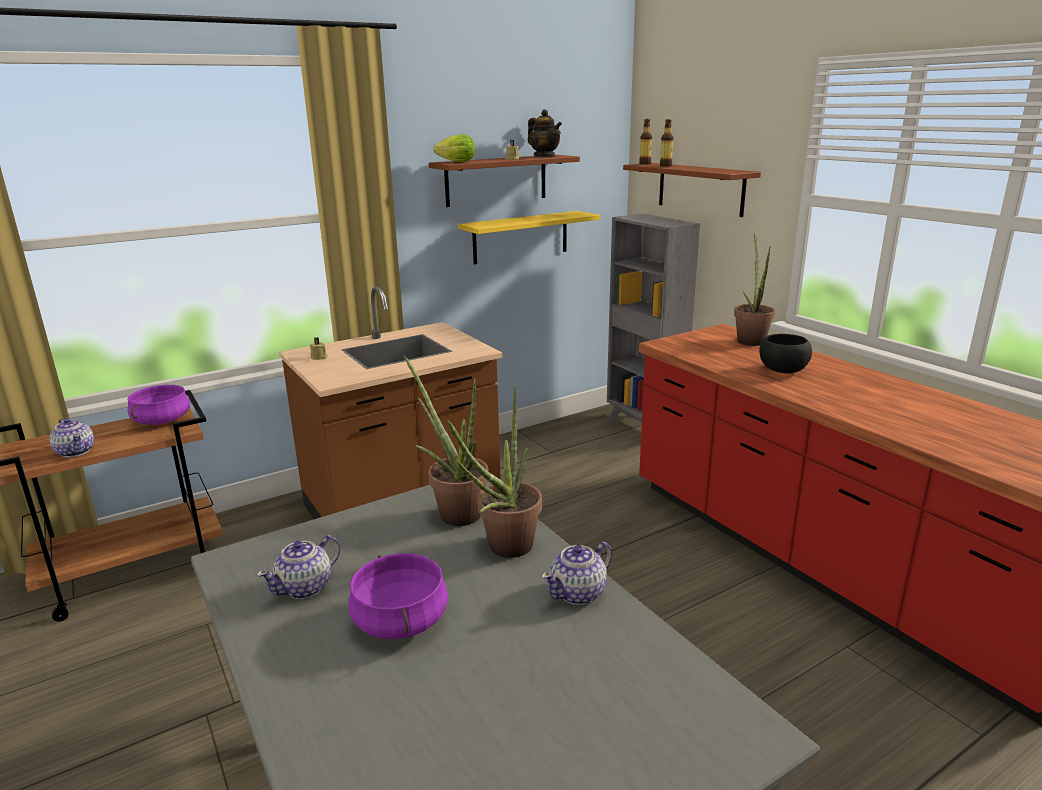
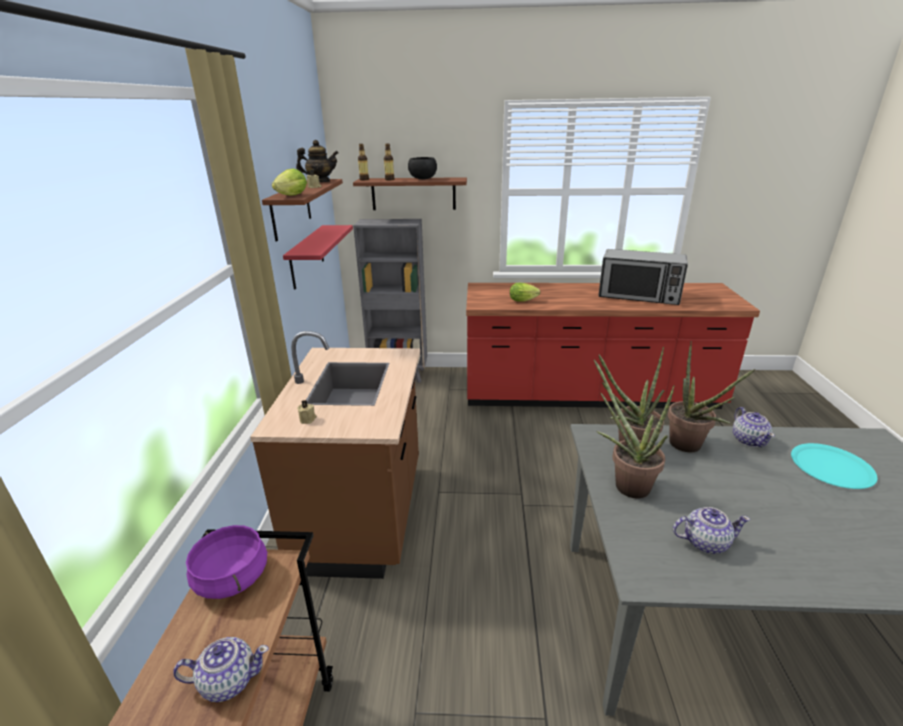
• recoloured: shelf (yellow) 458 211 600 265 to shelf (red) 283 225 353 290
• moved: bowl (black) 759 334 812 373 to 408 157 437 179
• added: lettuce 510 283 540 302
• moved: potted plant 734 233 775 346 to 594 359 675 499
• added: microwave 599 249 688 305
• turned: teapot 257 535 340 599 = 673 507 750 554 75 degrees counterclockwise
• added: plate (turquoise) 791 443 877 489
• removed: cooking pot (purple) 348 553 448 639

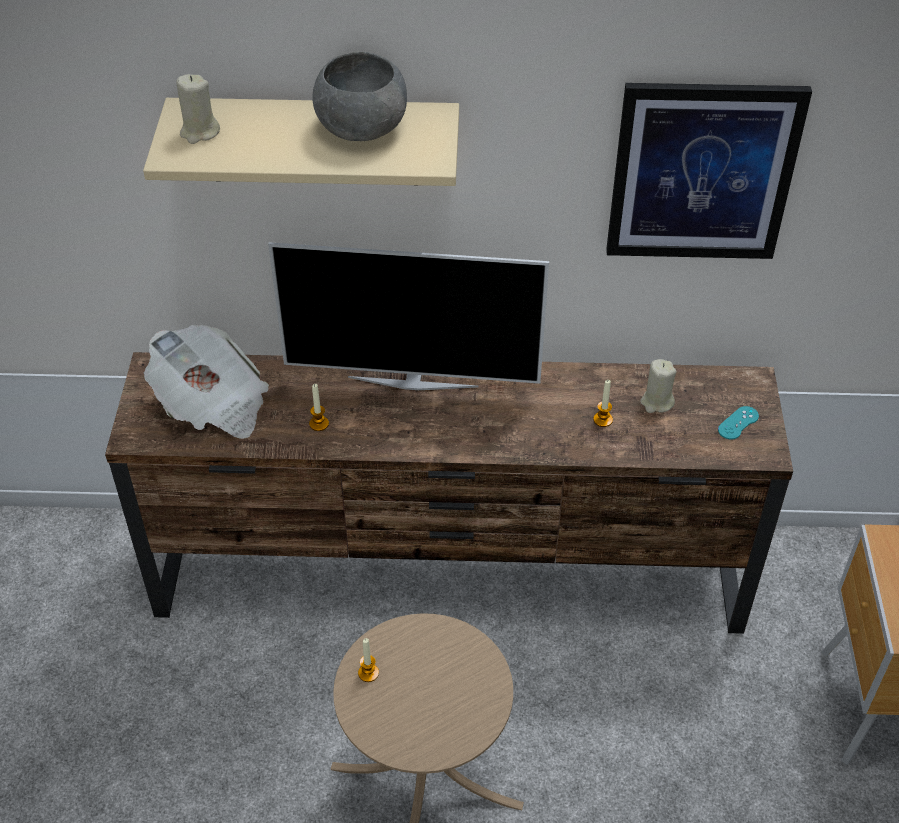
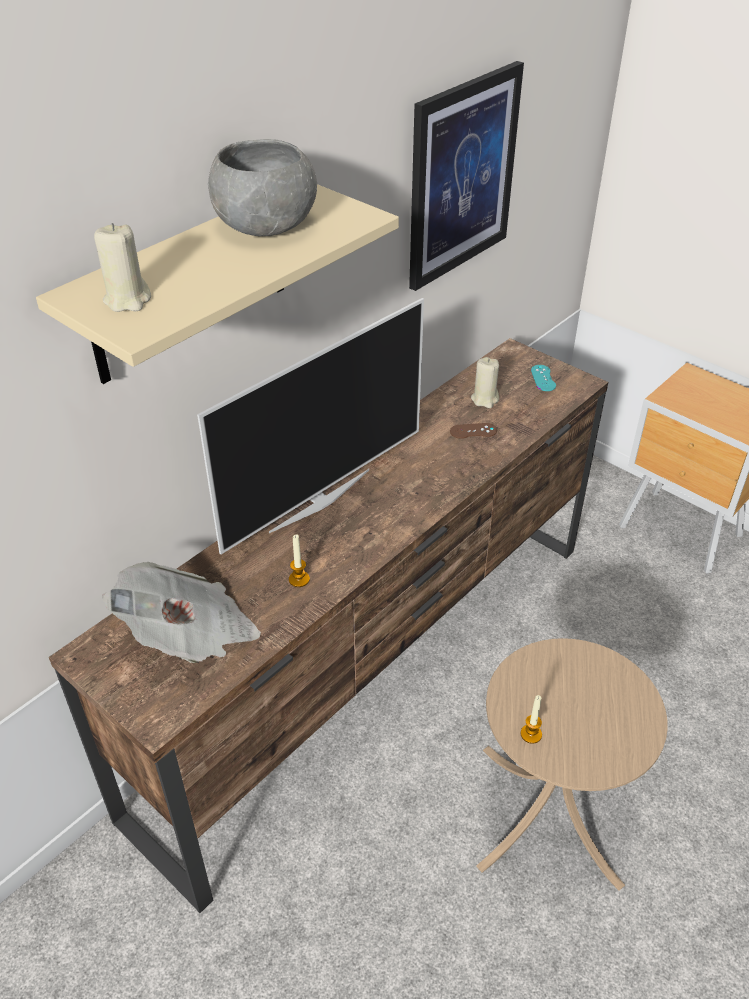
• replaced: candle 593 380 613 427 to game controller (brown) 450 423 497 439

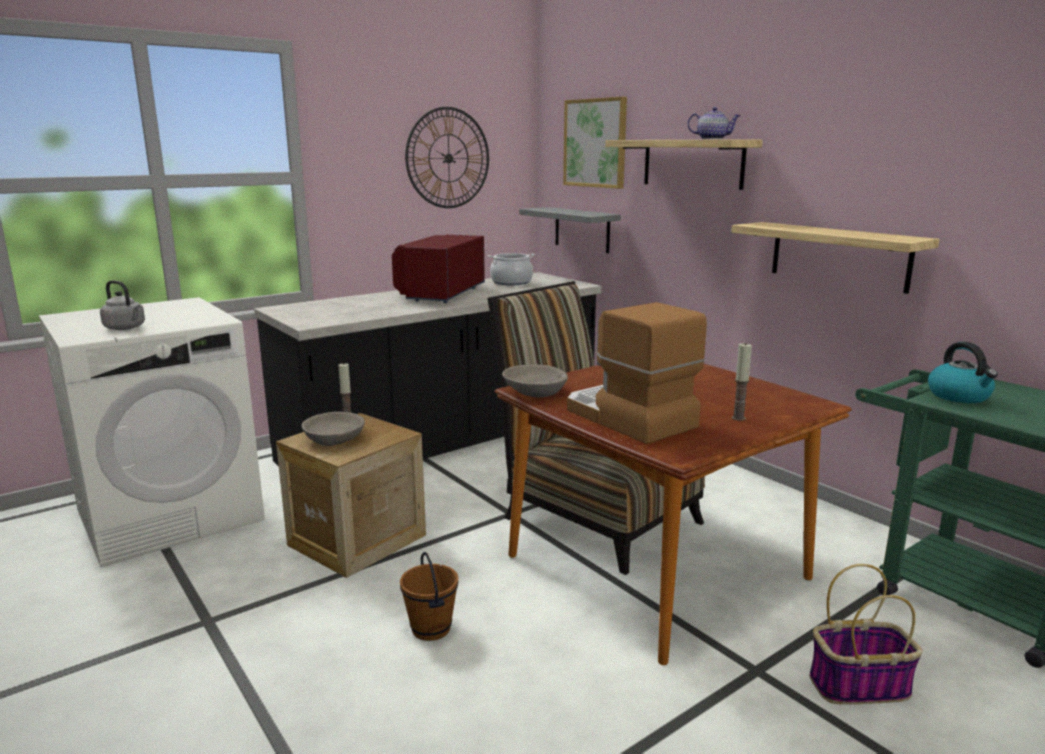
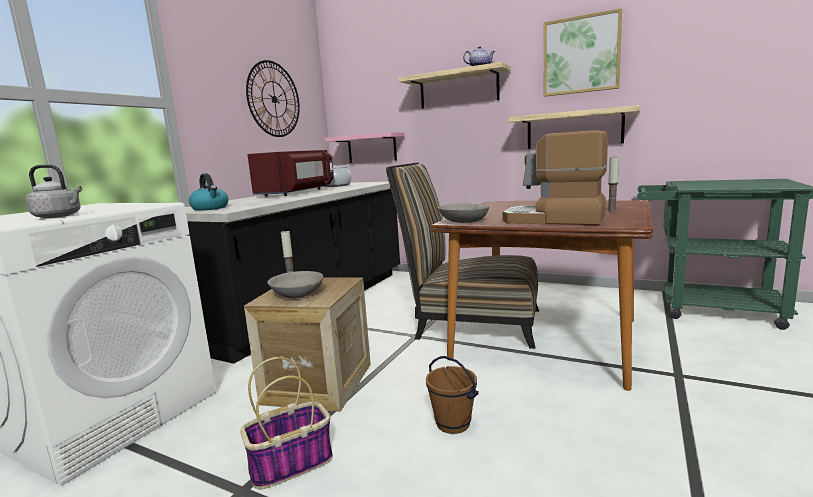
• moved: kettle 928 342 998 403 to 189 173 229 211
• moved: basket 810 564 923 705 to 240 357 333 490
• turned: microwave (red) 392 235 485 303 = 247 150 334 197 150 degrees counterclockwise
• recoloured: shelf (grey) 519 207 621 253 to shelf (pink) 325 132 404 163
• moved: picture 563 96 627 189 to 544 8 622 97

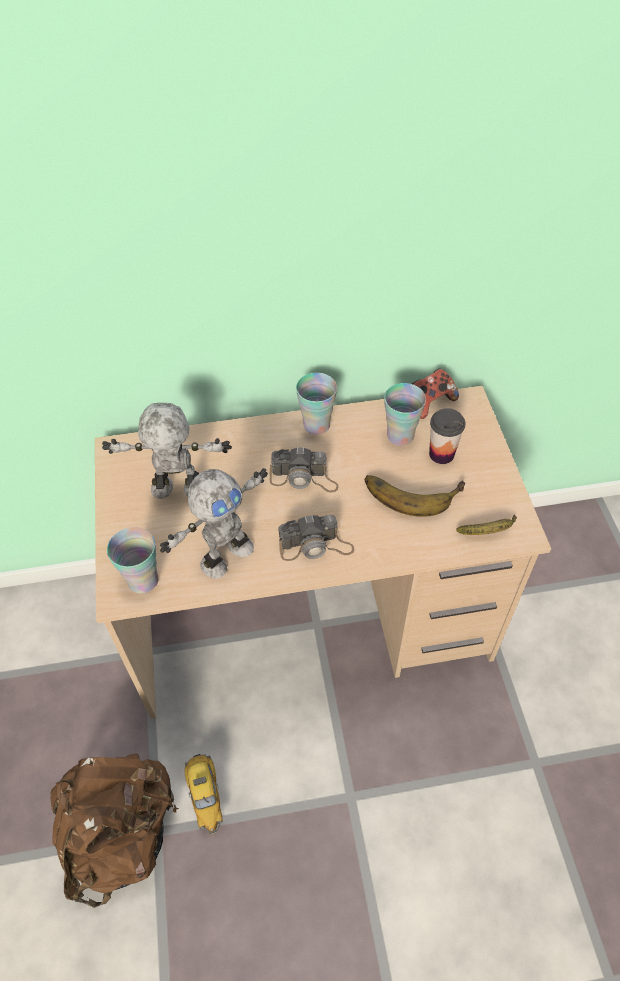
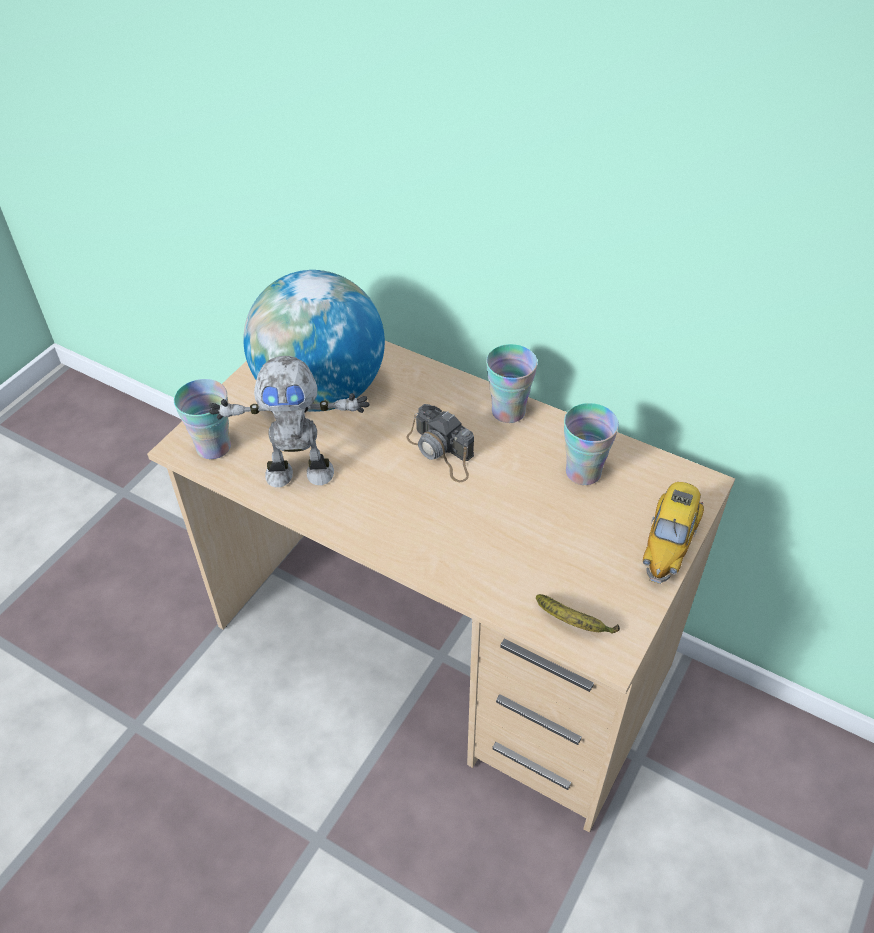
• replaced: toy robot 102 403 232 499 to globe 243 270 385 412
• moved: toy car 185 754 223 835 to 643 482 704 584
• removed: backpack (brown) 50 754 179 908
• removed: photo camera 278 514 354 561
• removed: banana 365 475 465 517
• removed: game controller 412 369 459 419
• removed: cup 429 408 465 464

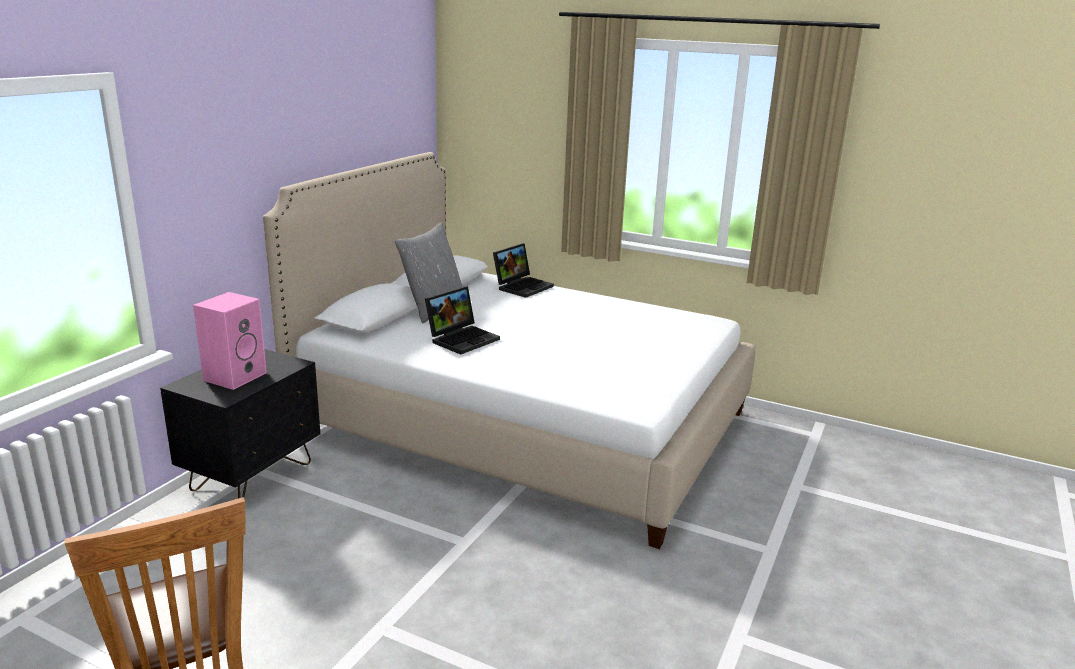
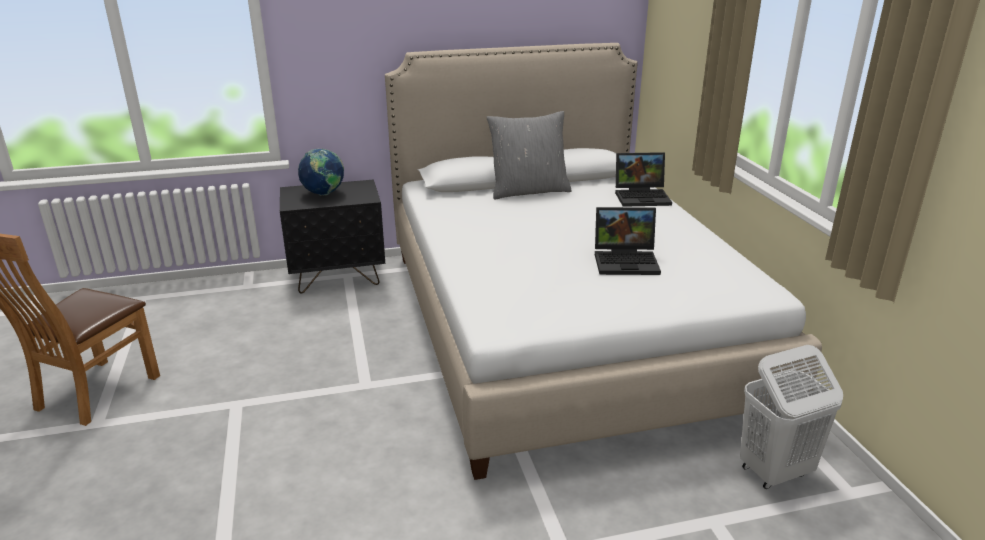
• replaced: speaker (pink) 193 292 267 390 to globe 298 148 344 195
• moved: laptop 425 286 500 355 to 595 207 661 275
• added: laundry basket (white) 740 345 843 489

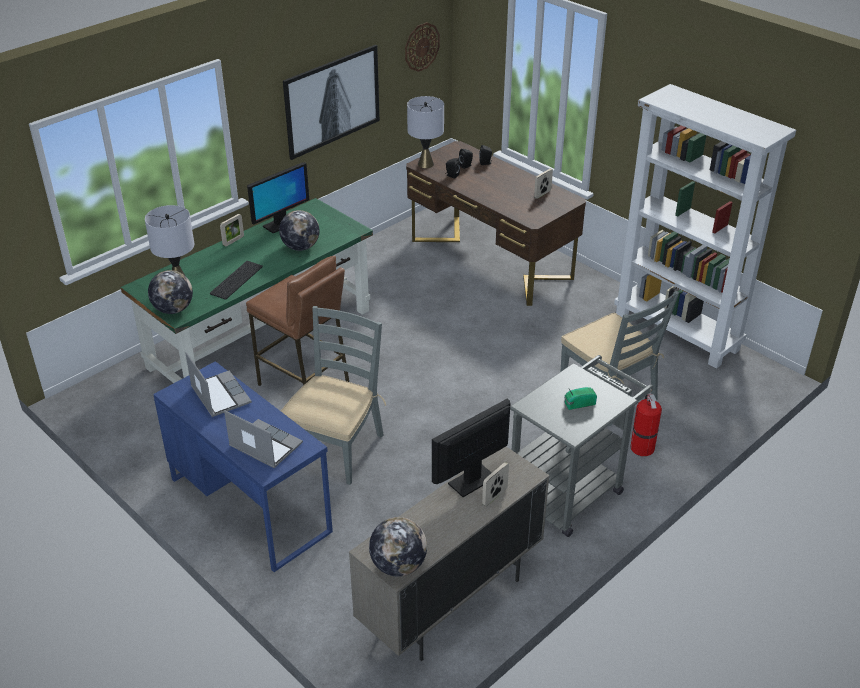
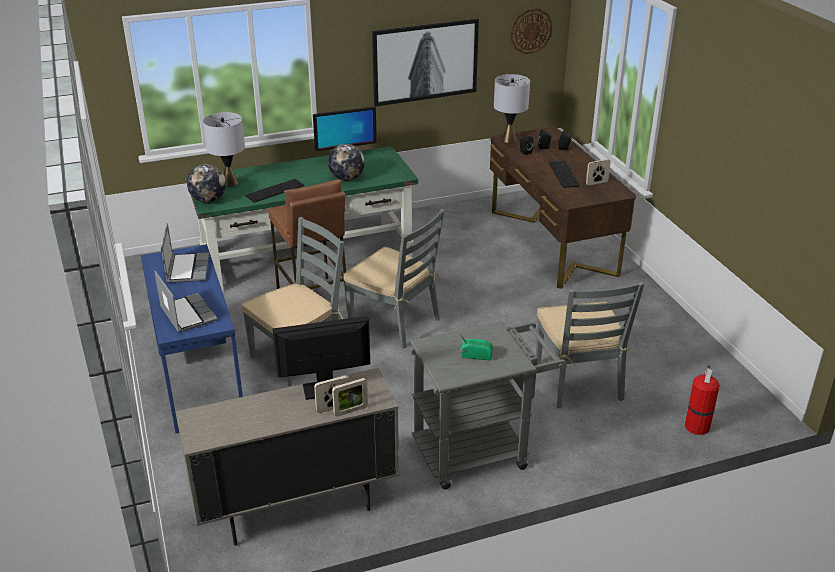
• moved: picture frame 220 214 244 247 to 332 378 368 417
• added: chair (grey) 344 209 445 349
• added: keyboard 549 161 580 188
• moved: fire extinguisher 630 393 662 456 to 685 365 720 435
• removed: globe 369 517 427 577
• removed: bookcase (white) 614 84 796 369

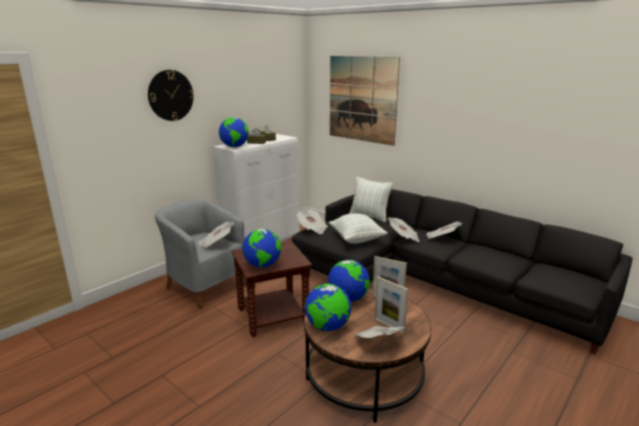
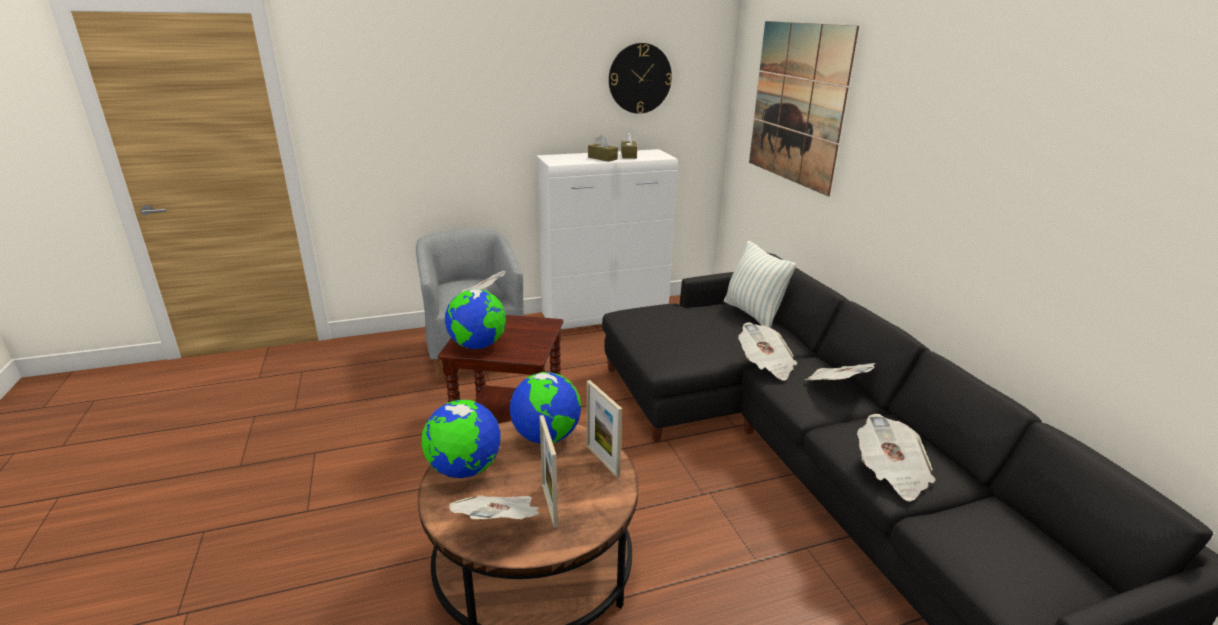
• moved: wall clock 148 70 194 121 to 609 43 672 114
• moved: newspaper 296 208 328 234 to 857 414 935 502
• removed: globe 219 117 249 148
• removed: pillow 329 214 388 244

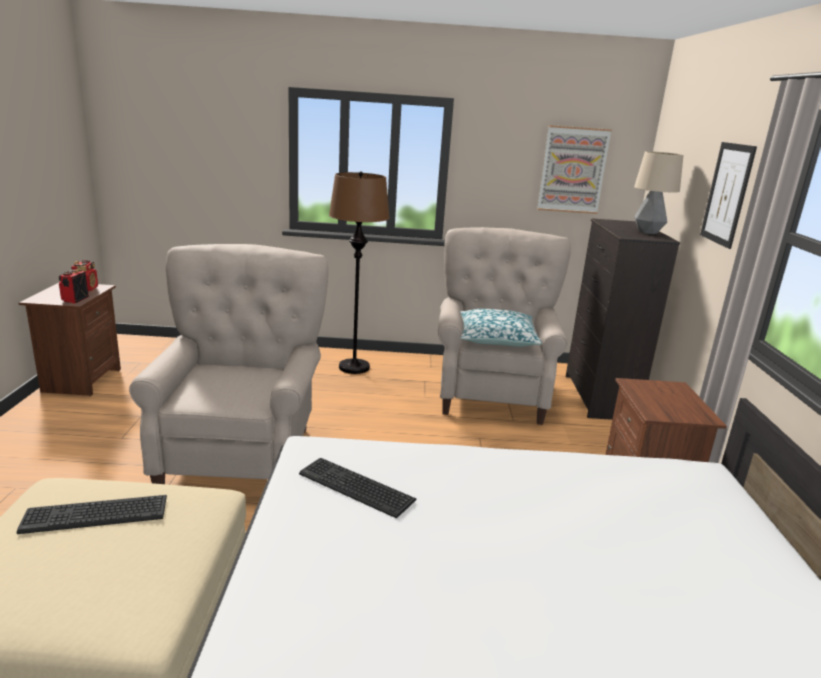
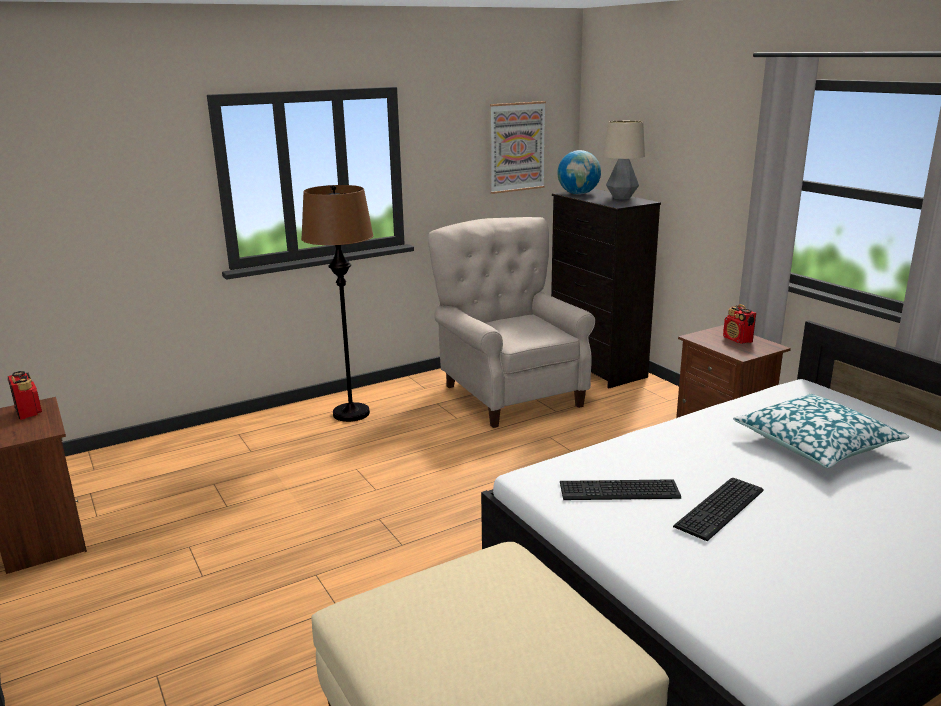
• added: globe 557 150 601 195
• moved: keyboard 17 495 167 534 to 673 478 764 541
• moved: radio 59 268 89 304 to 723 304 756 344
• moved: pillow 460 309 542 347 to 733 394 909 468
• removed: armchair (beige) 129 244 328 484
• removed: picture 700 142 757 249

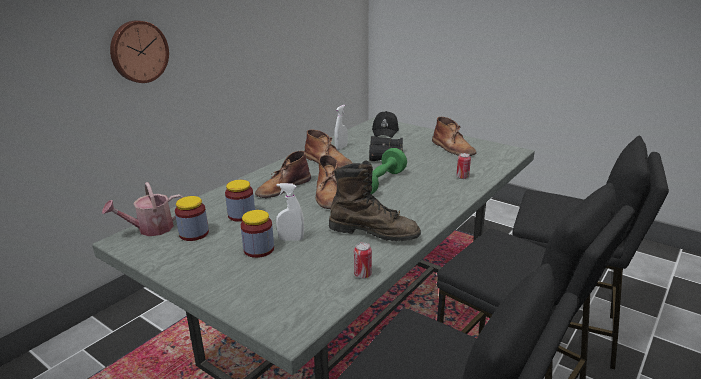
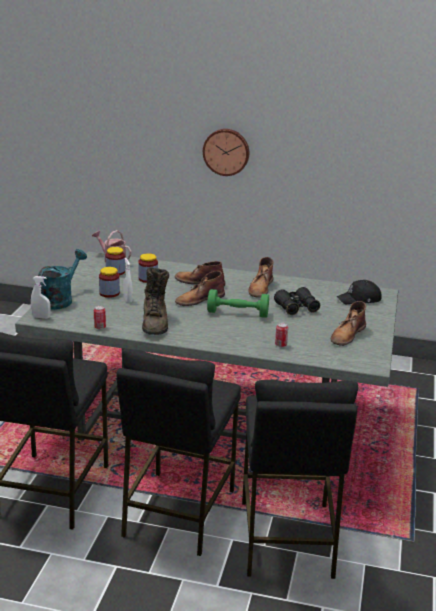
• moved: spray bottle (white) 334 105 348 150 to 31 276 51 319
• added: watering can (turquoise) 38 249 87 310

